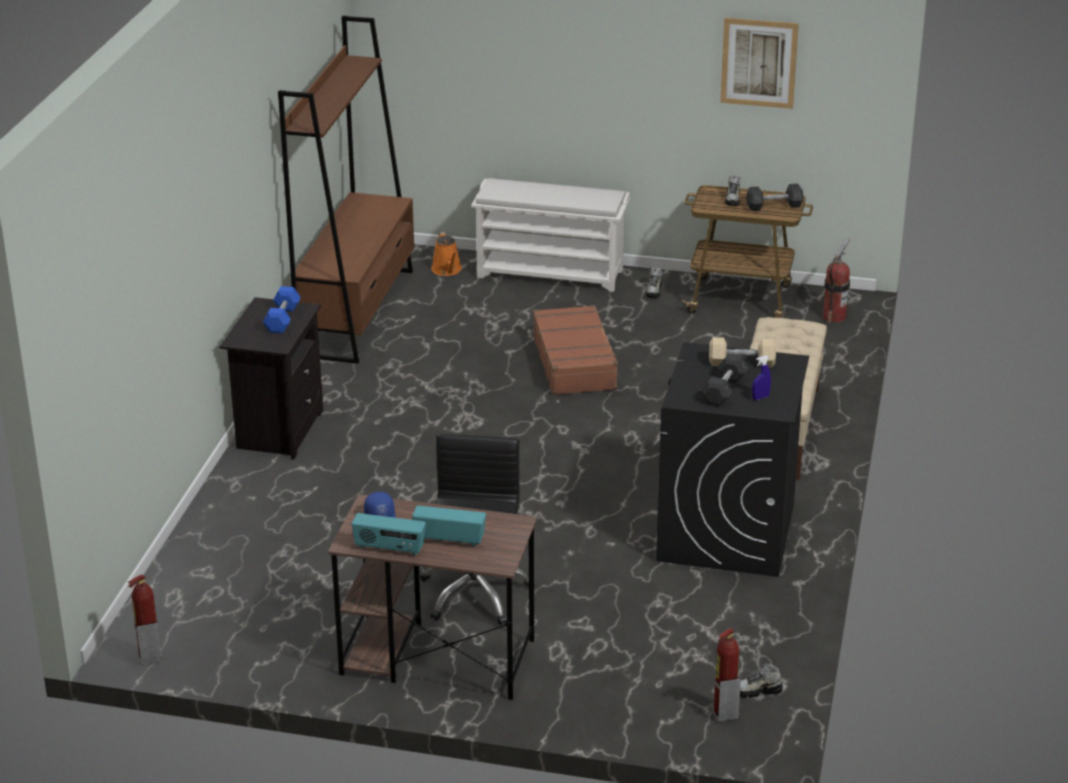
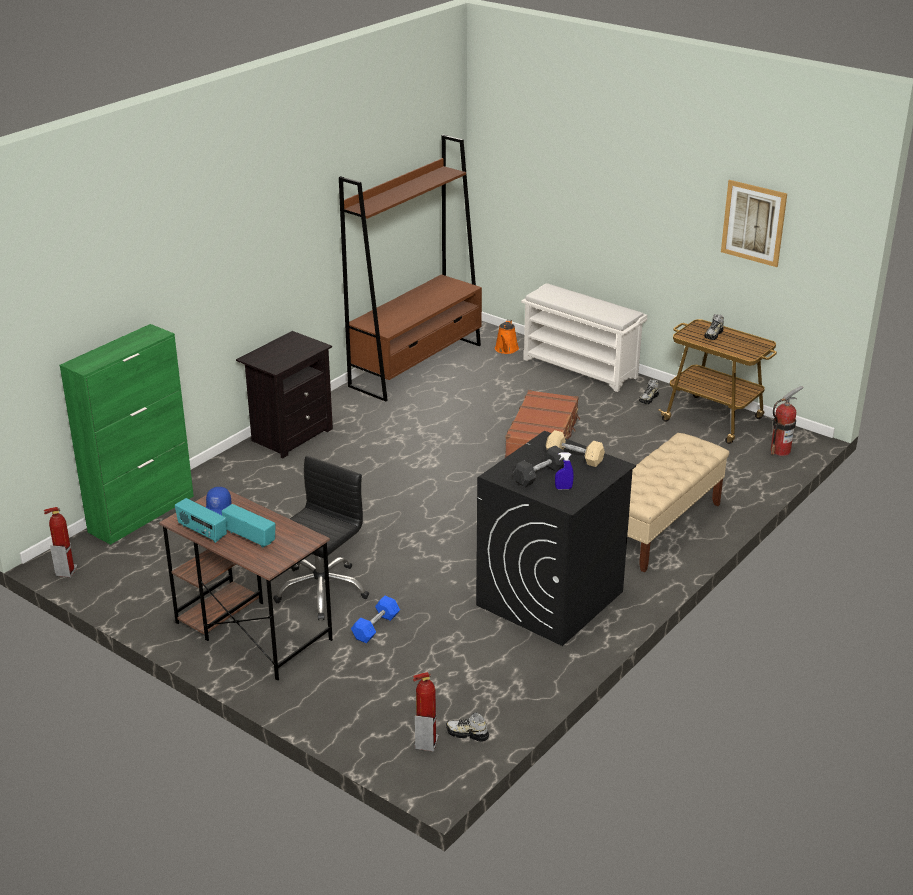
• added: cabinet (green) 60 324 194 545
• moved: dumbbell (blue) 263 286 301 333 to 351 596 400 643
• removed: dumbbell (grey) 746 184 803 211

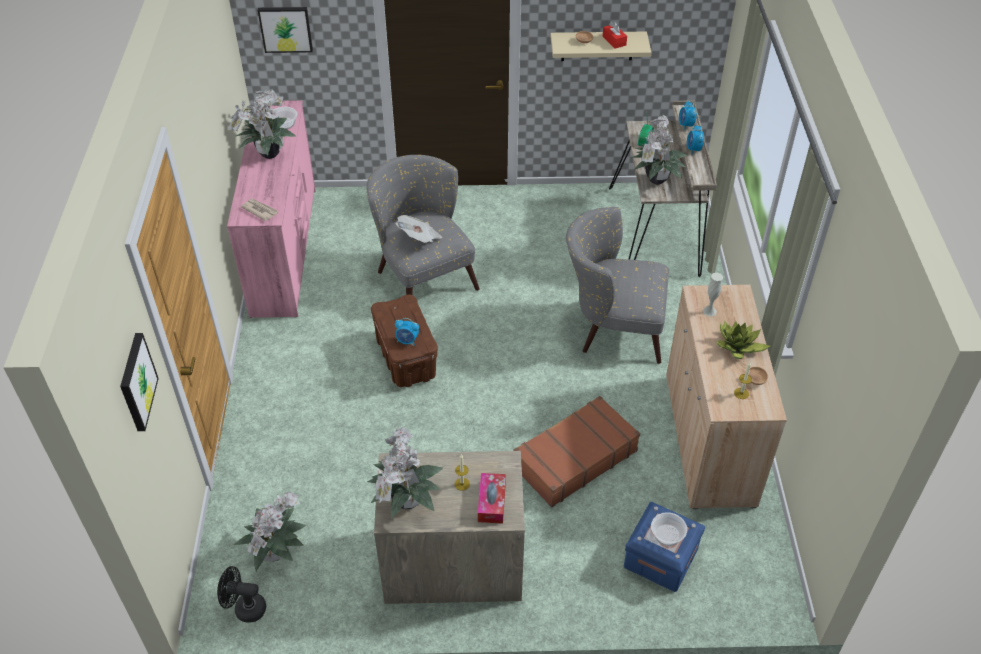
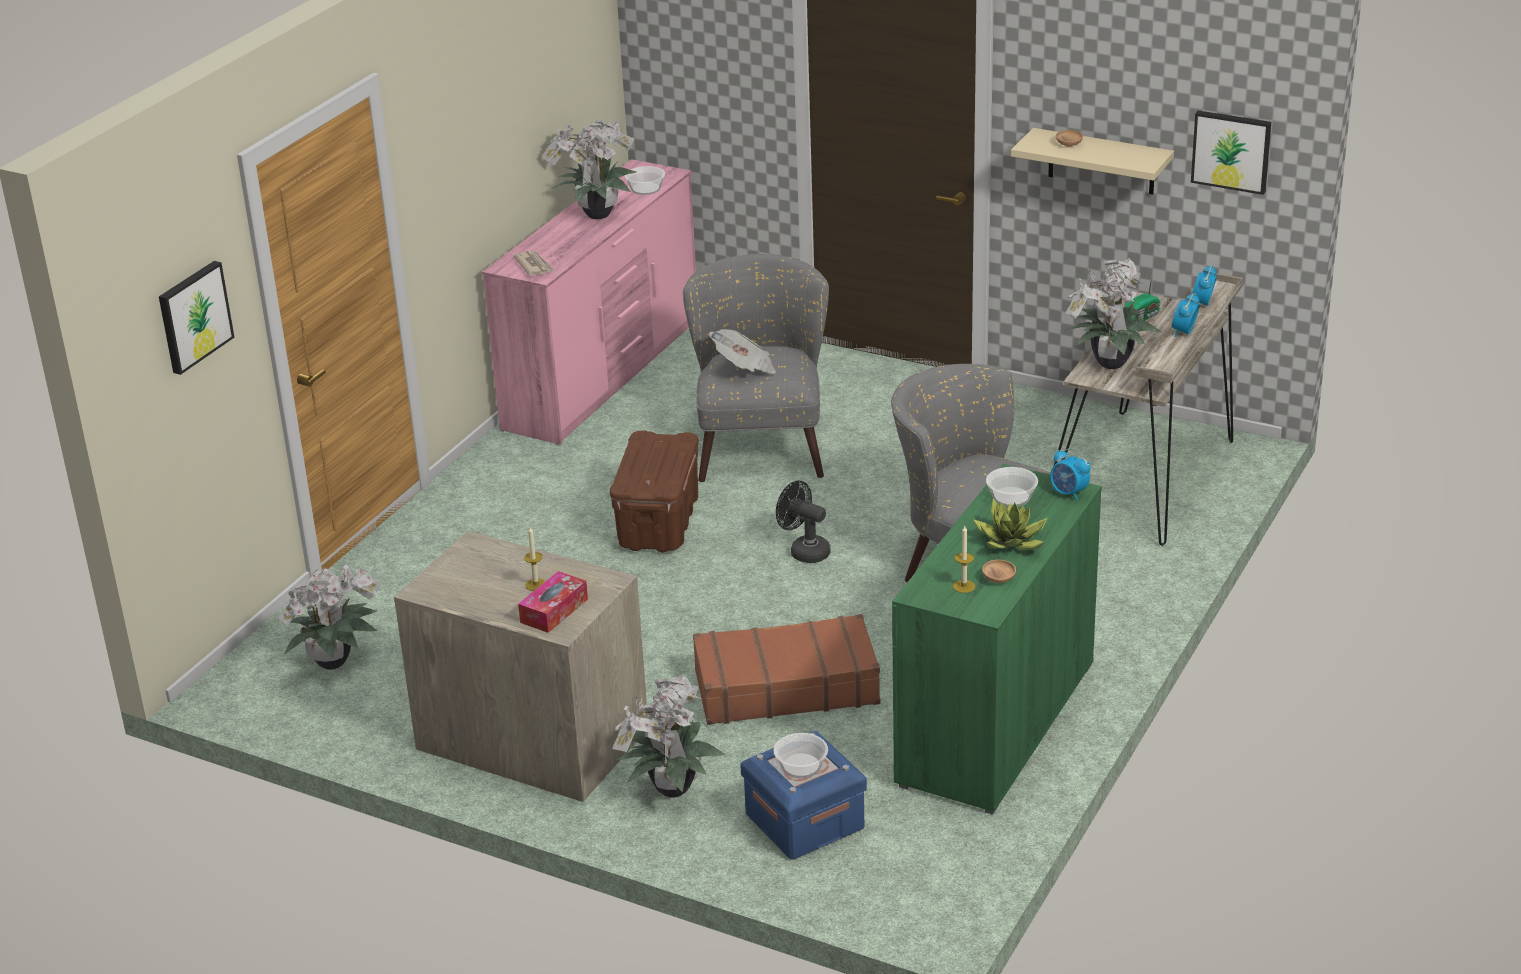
• moved: potted plant 367 427 443 519 to 612 674 726 797
• moved: fan (black) 217 566 266 623 to 776 481 831 563
• recoloured: cabinet (beige) 666 285 787 509 to cabinet (green) 892 464 1102 815
• replaced: vase (white) 703 273 723 316 to bowl 986 467 1038 507
• moved: alarm clock 395 318 419 345 to 1050 448 1091 501
• moved: picture 258 7 313 53 to 1191 111 1271 195
• removed: tissue box (red) 603 22 627 48

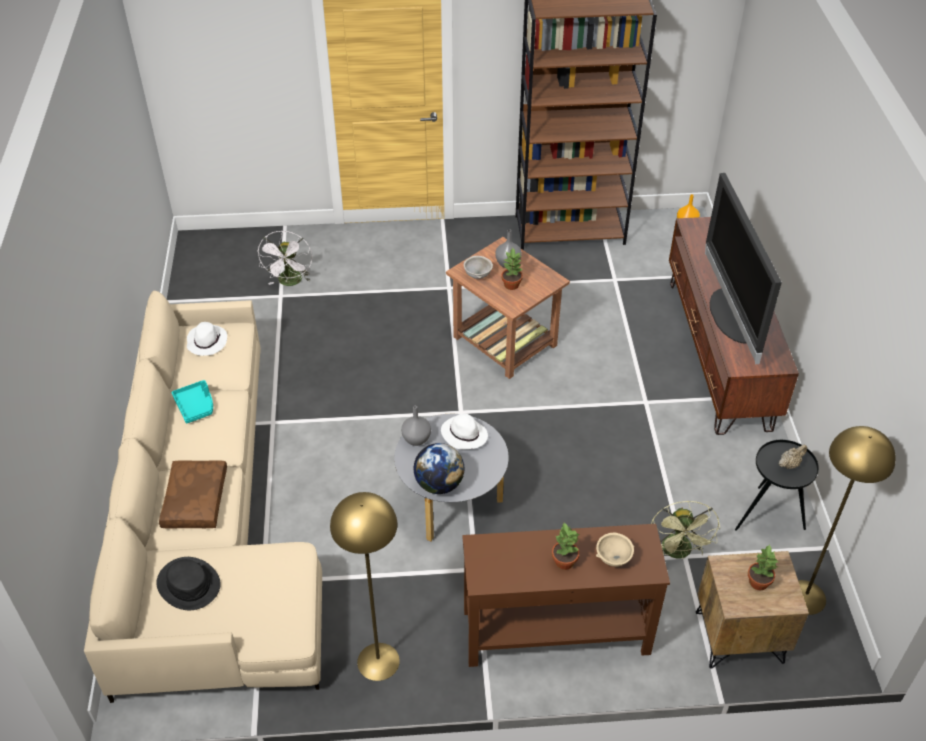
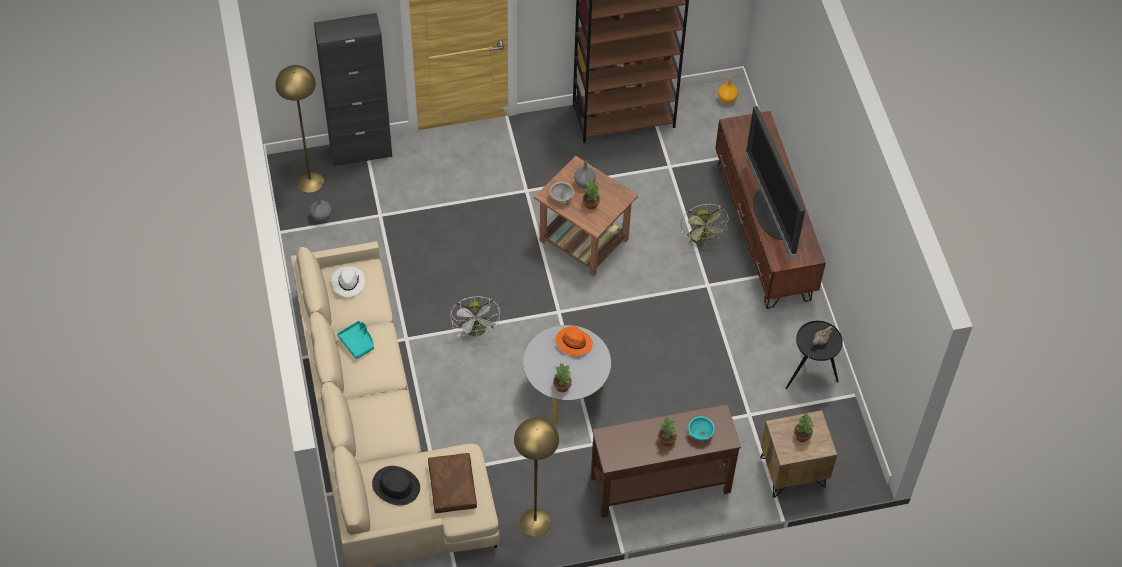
• moved: floor lamp (yellow) 798 426 896 615 to 276 65 324 193
• moved: vase (grey) 401 406 431 446 to 310 195 331 222
• added: cabinet (black) 314 13 392 167
• moved: pillow (brown) 159 460 227 528 to 428 453 477 513
• moved: fan (white) 257 231 312 286 to 450 296 500 337
• replaced: globe 414 443 465 494 to potted plant 553 363 572 392
• recoloured: hat (white) 441 414 488 449 to hat (orange) 555 326 593 356
• moved: fan (green) 651 501 720 559 to 680 204 729 245
• recoloured: bowl (beige) 596 533 634 567 to bowl (turquoise) 688 416 715 441

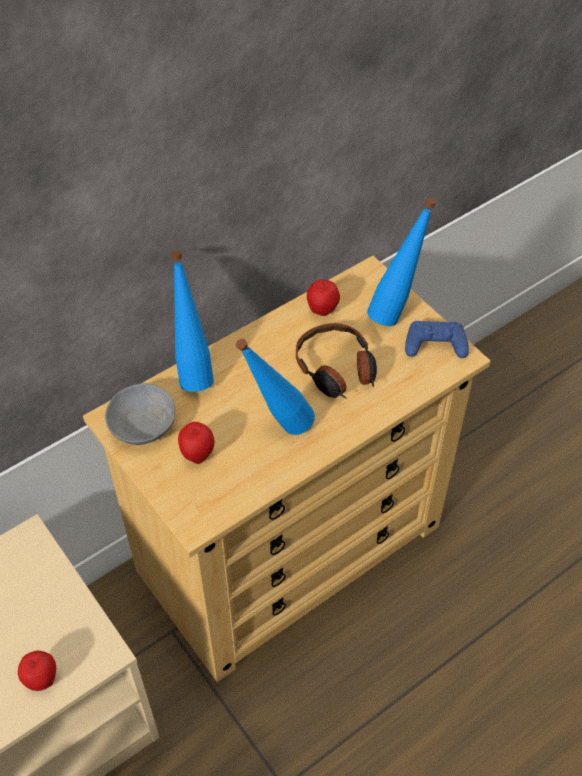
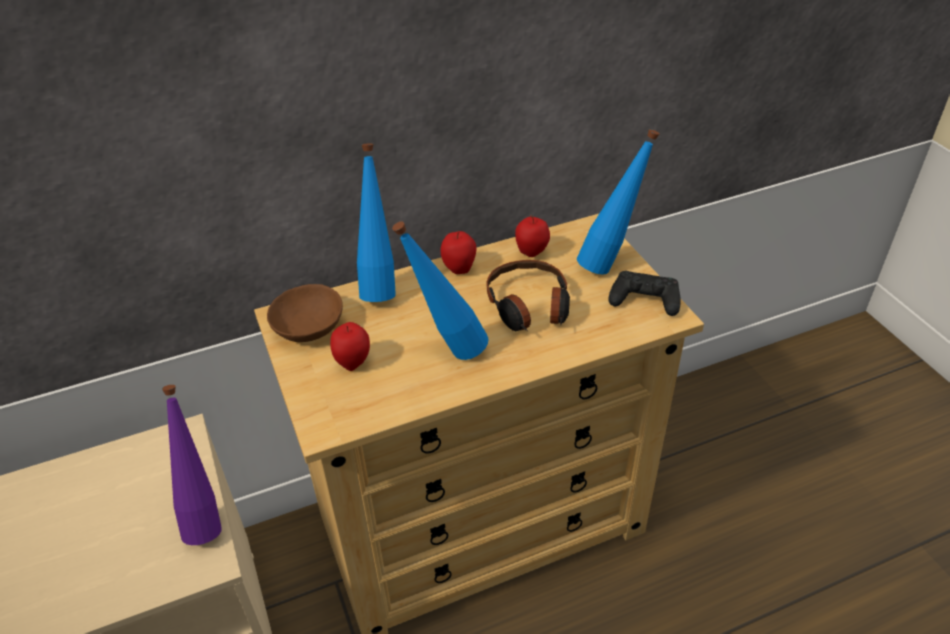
• added: bottle (purple) 162 385 222 545
• recoloured: bowl (grey) 105 383 175 445 to bowl (brown) 267 284 343 342
• moved: apple 18 651 56 691 to 441 231 476 274
• recoloured: game controller (blue) 405 321 469 358 to game controller (black) 608 271 681 316

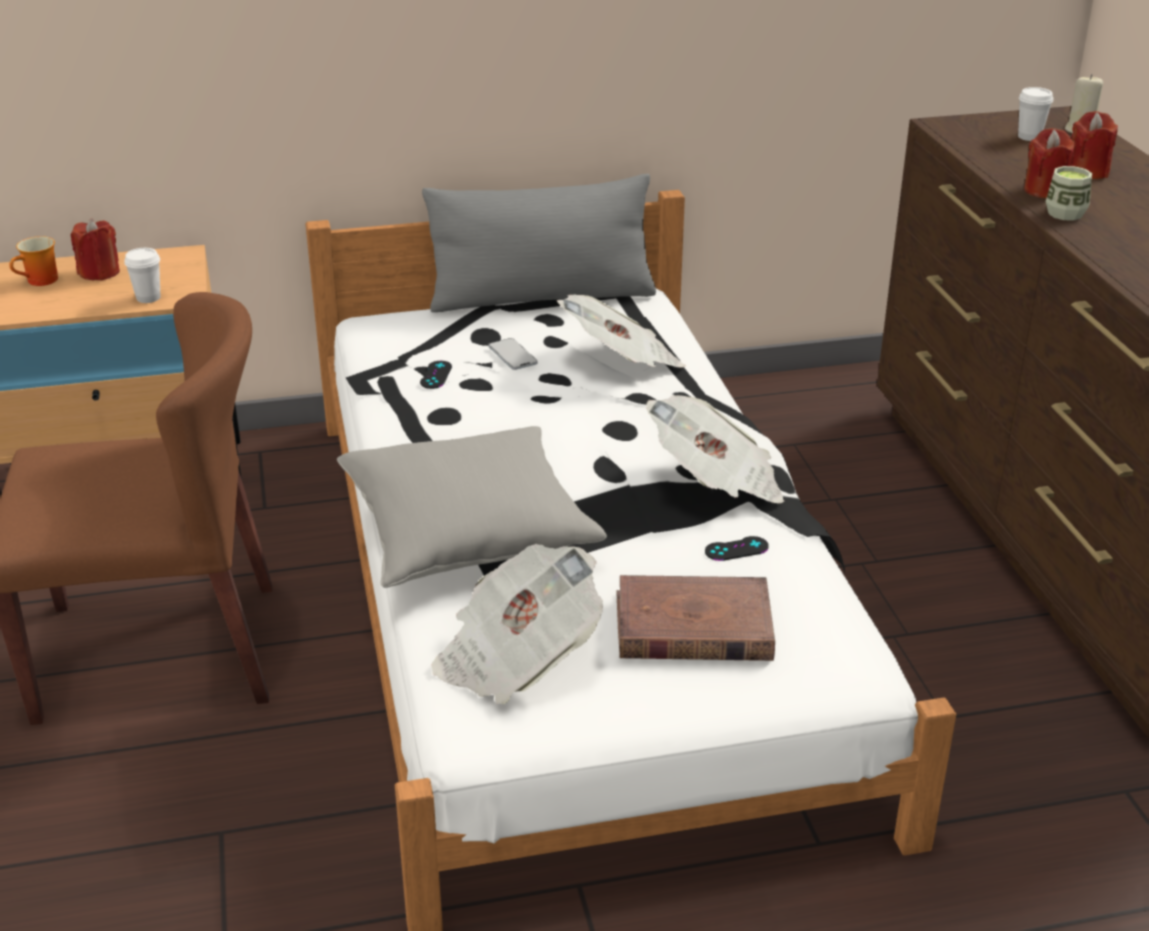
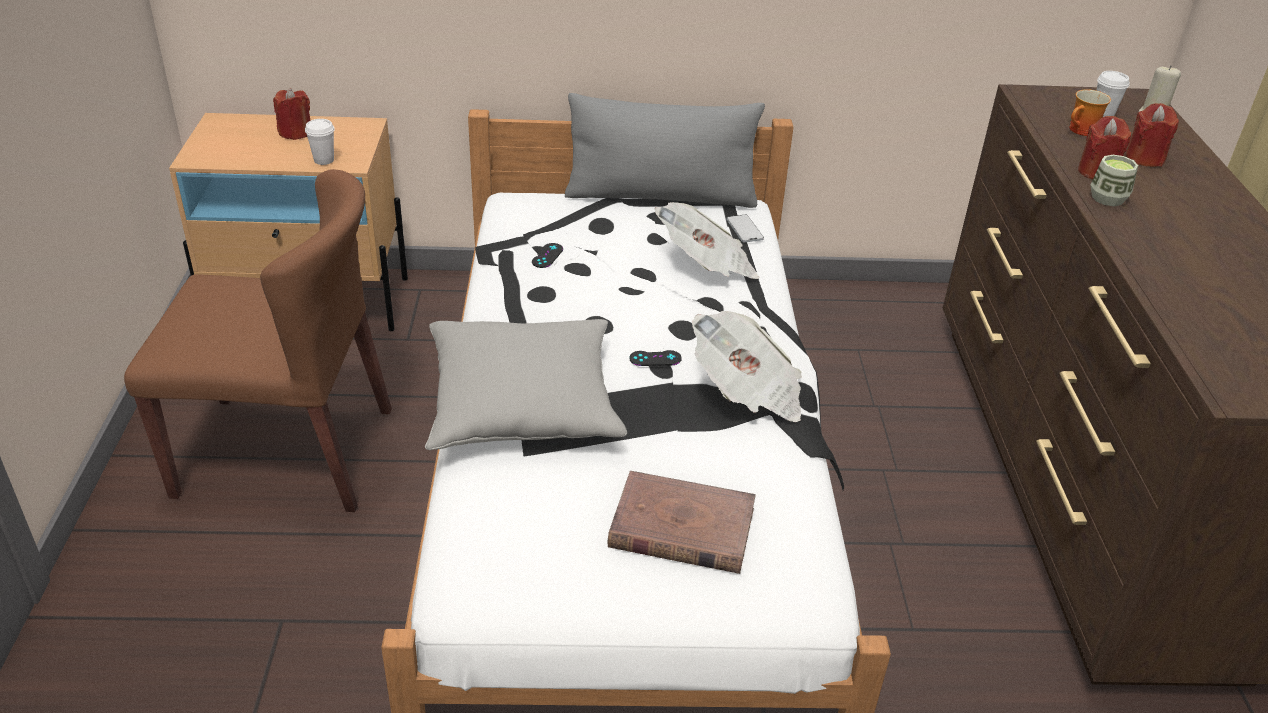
• moved: game controller (black) 705 536 769 561 to 629 350 682 366
• moved: phone 488 338 538 370 to 726 214 764 242
• moved: mug 9 236 58 286 to 1069 89 1111 136
• removed: newspaper 431 544 603 704

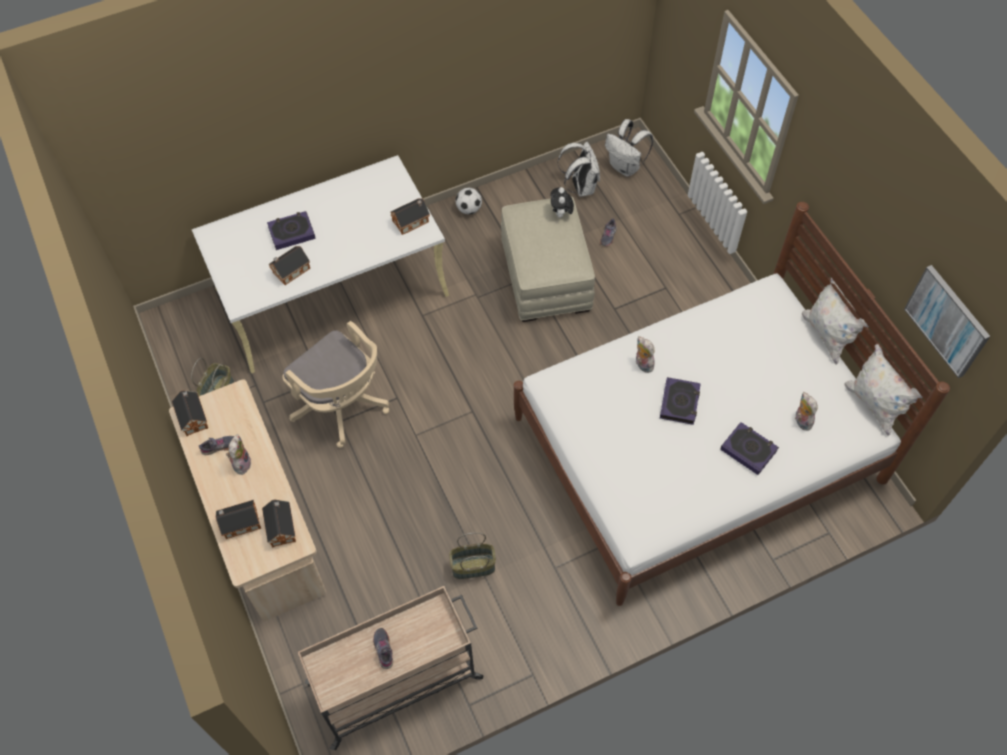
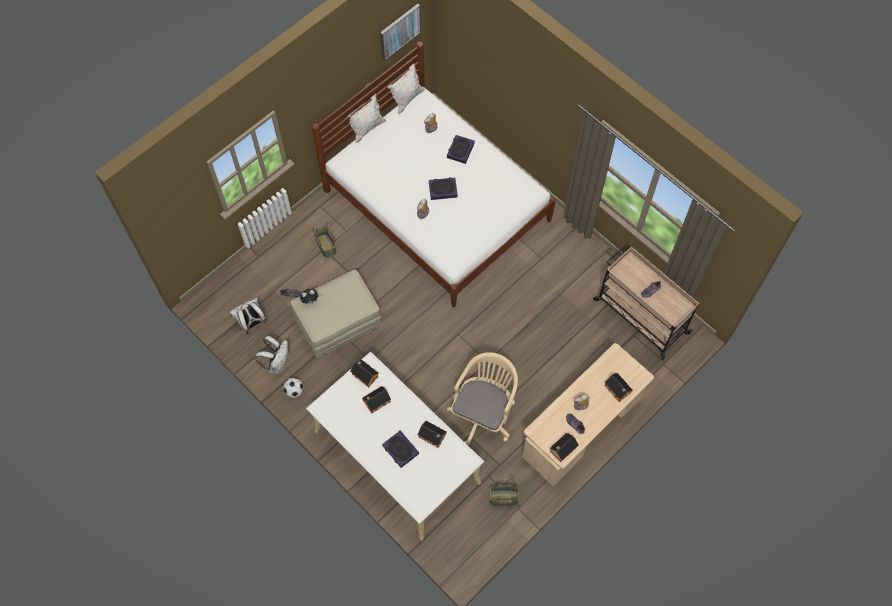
• moved: backpack (white) 605 119 653 177 to 255 336 288 374
• moved: basket 449 532 496 579 to 313 222 336 258
• moved: toy house 262 499 296 548 to 362 386 391 413

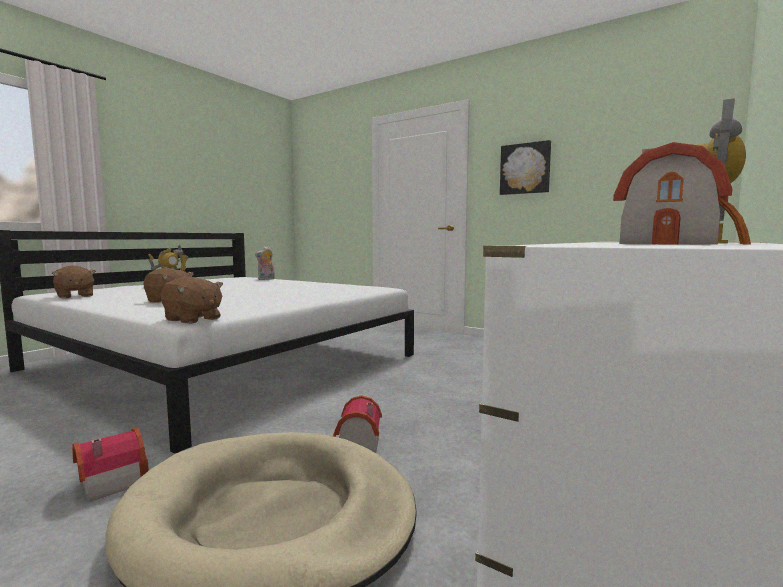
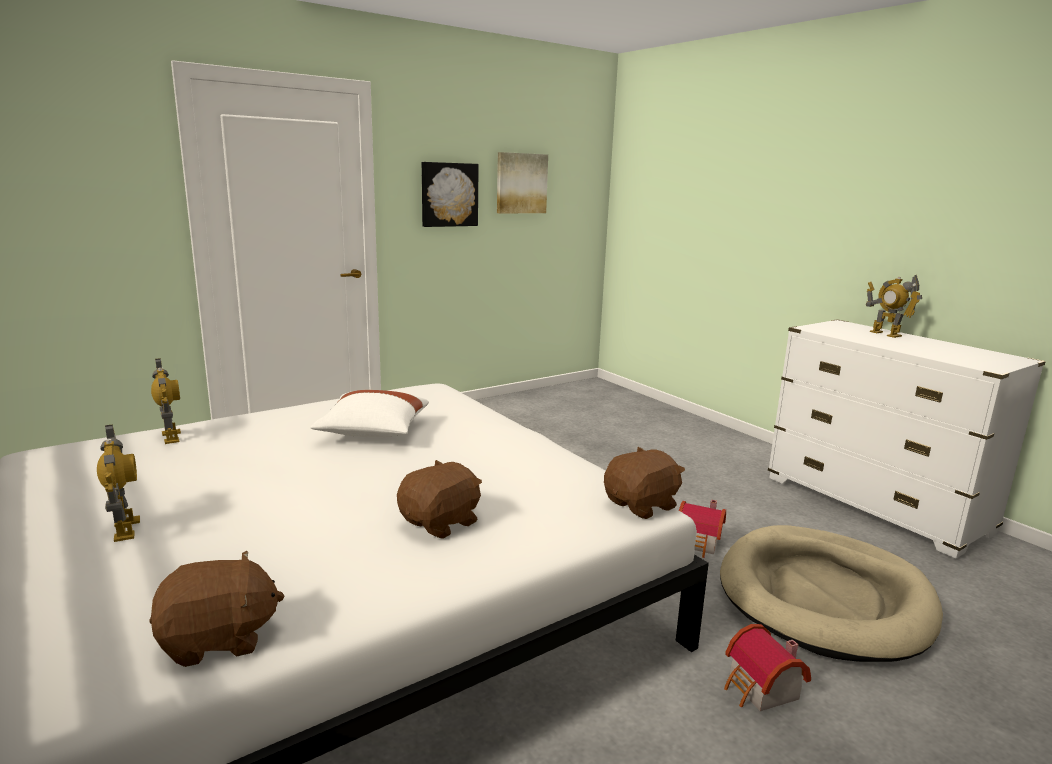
• replaced: plush toy 255 246 275 280 to toy robot 151 358 181 444
• added: pillow (white) 311 390 429 438
• added: picture 497 152 548 214
• removed: toy house 613 142 751 245

